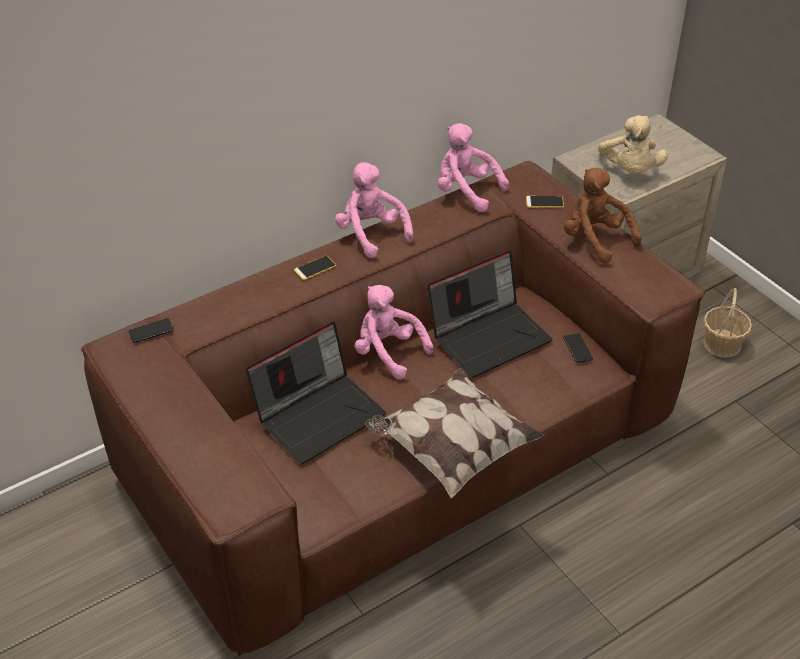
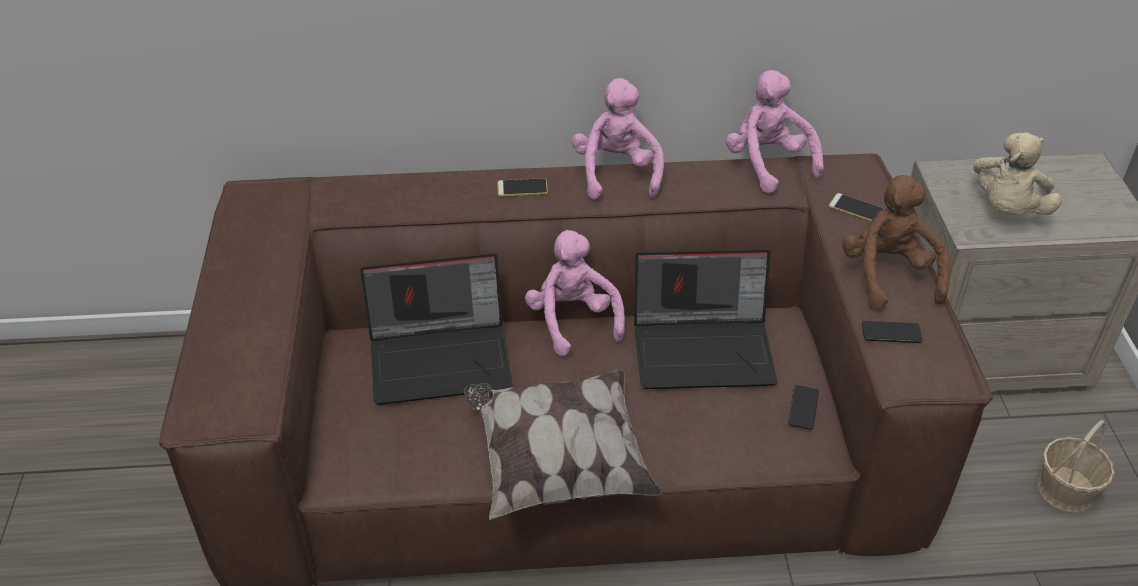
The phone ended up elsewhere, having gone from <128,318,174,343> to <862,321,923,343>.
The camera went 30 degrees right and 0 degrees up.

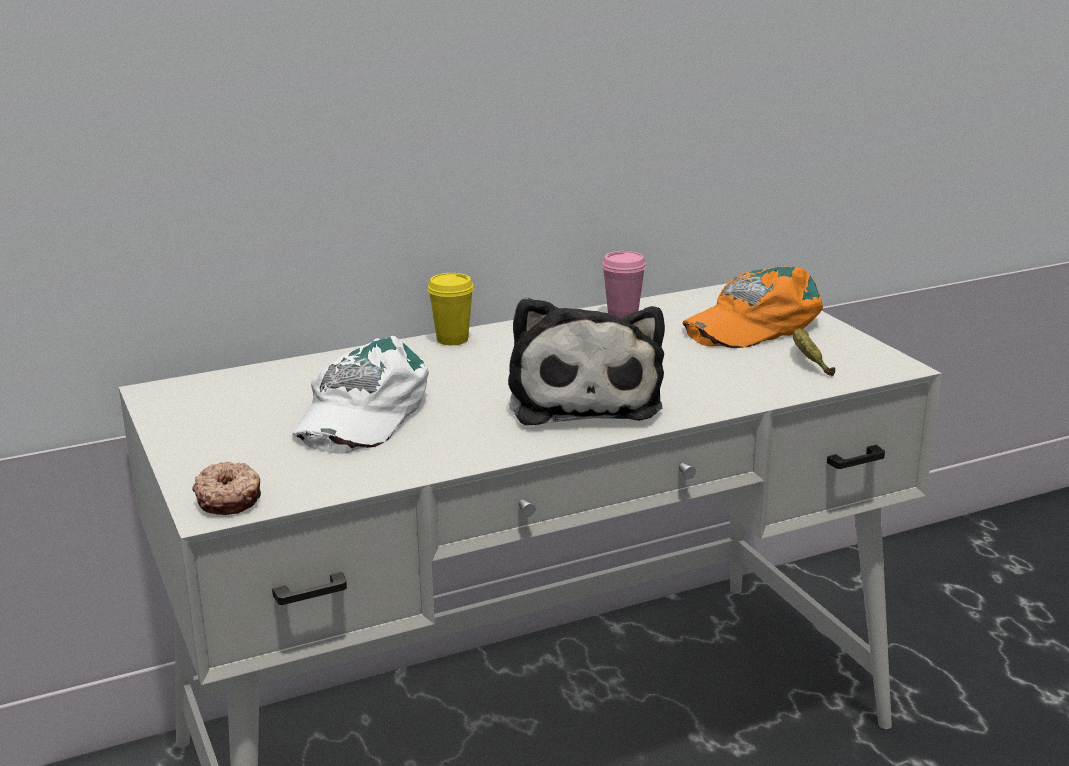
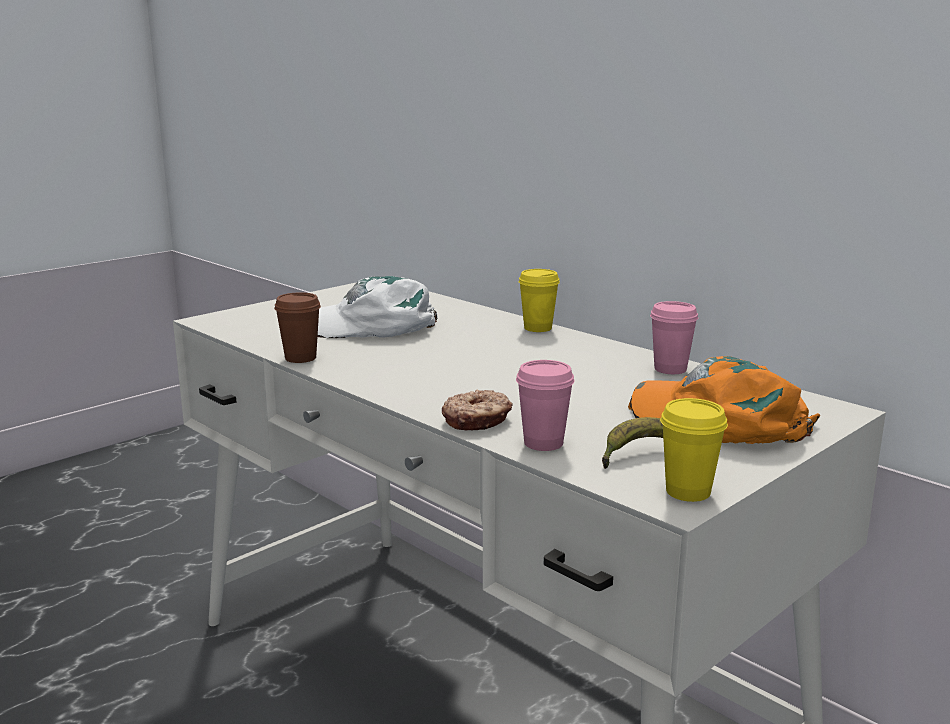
The second view lost the plush toy at <508,297,665,426>.
The donut ended up elsewhere, having gone from <192,462,261,515> to <442,390,513,431>.
The second view gained the cup (brown) at <274,292,321,363>.
The second view gained the cup (pink) at <516,360,575,451>.
The second view gained the cup (yellow) at <660,398,728,502>.
The camera went 70 degrees right and 5 degrees down.

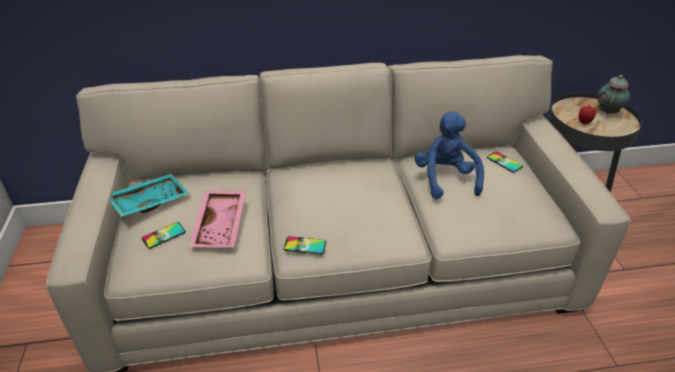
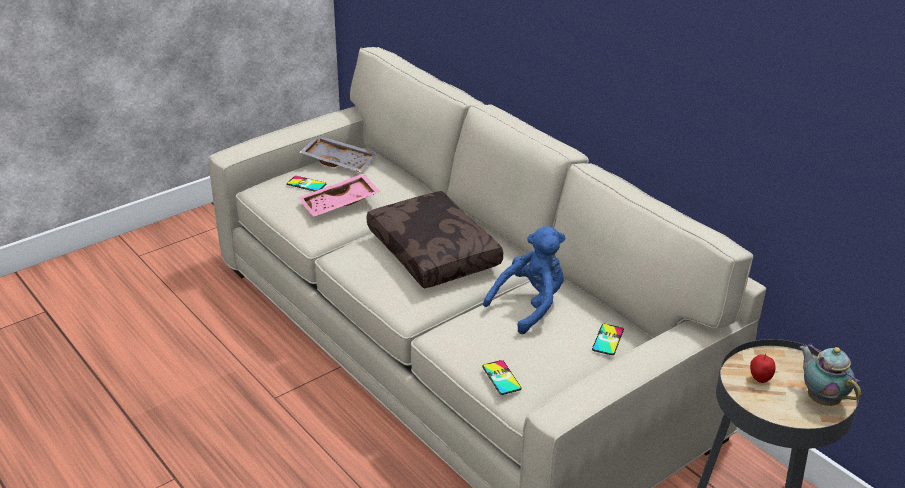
The teapot at <597,75,630,114> ended up facing another way, 120 degrees counterclockwise from before.
What was the tray (turquoise) at <110,174,190,217> turned into the tray (grey) at <299,137,377,172>.
The phone ended up elsewhere, having gone from <284,236,326,255> to <482,360,522,395>.
The second view gained the pillow (brown) at <366,191,503,288>.
The camera went 60 degrees right and 5 degrees down.

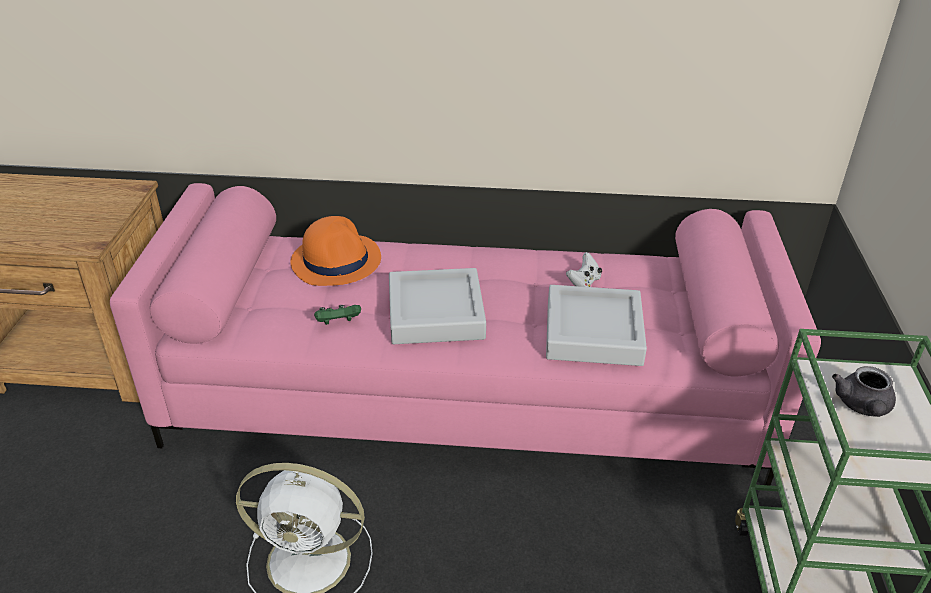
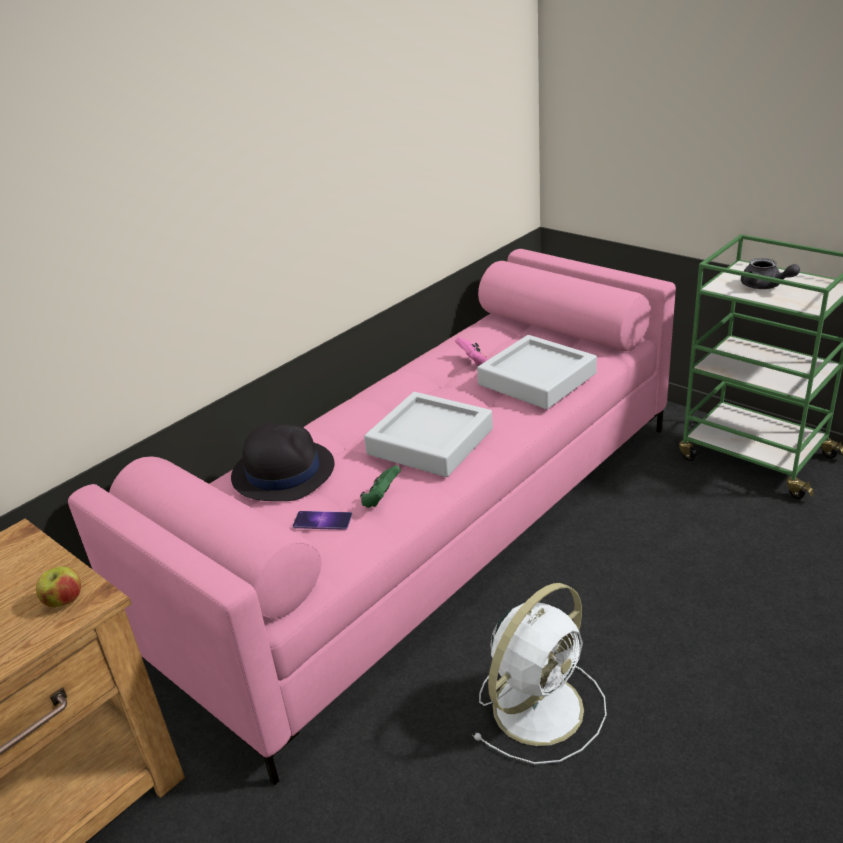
What was the hat (orange) at <290,216,381,286> turned into the hat (black) at <231,423,334,501>.
What was the game controller (white) at <566,252,602,287> turned into the game controller (pink) at <455,337,488,366>.
The second view gained the phone at <293,511,352,530>.
The second view gained the apple at <36,567,81,607>.
The camera went 50 degrees left and 5 degrees down.

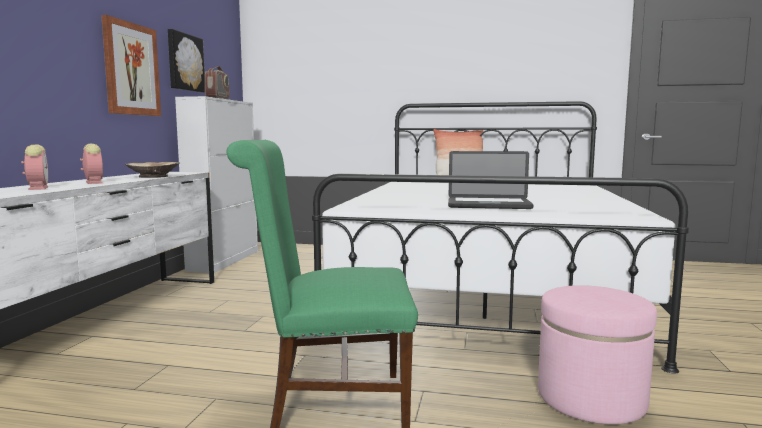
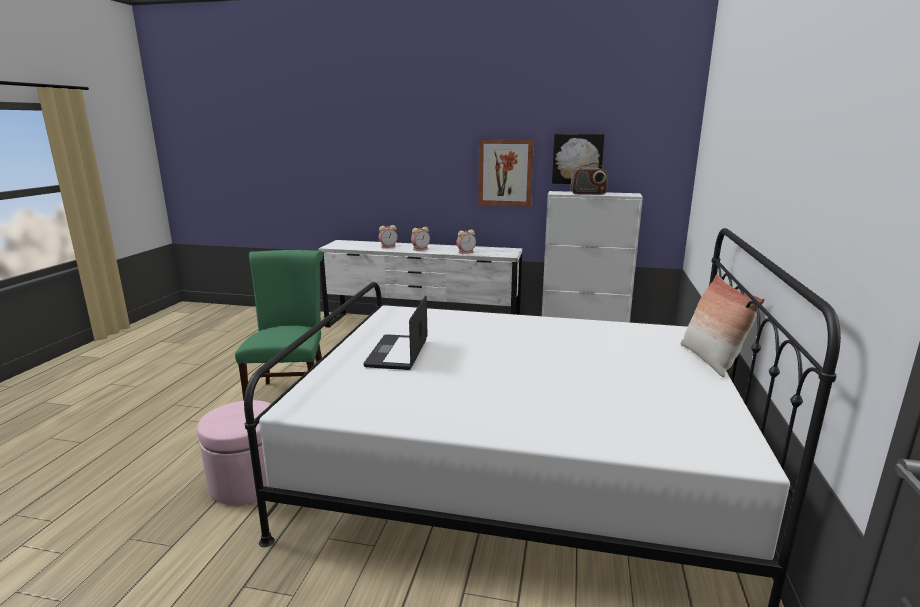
Where the bowl (beige) stood at <125,162,180,178>, the alarm clock came to stand at <457,230,476,254>.
The camera went 90 degrees right and 10 degrees up.

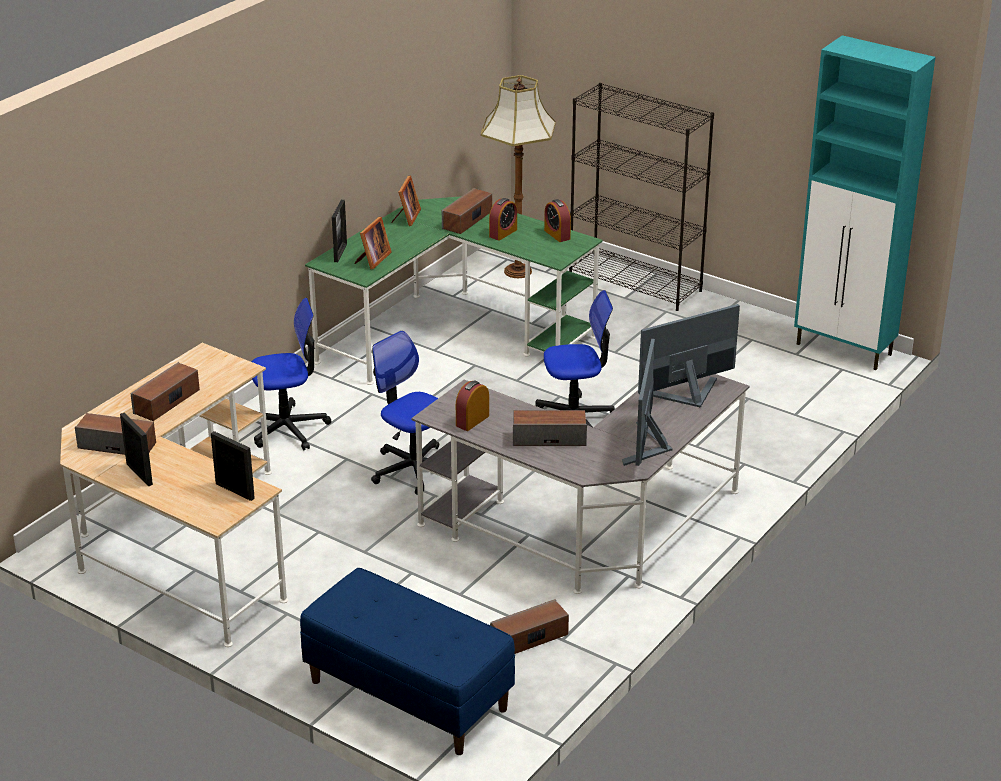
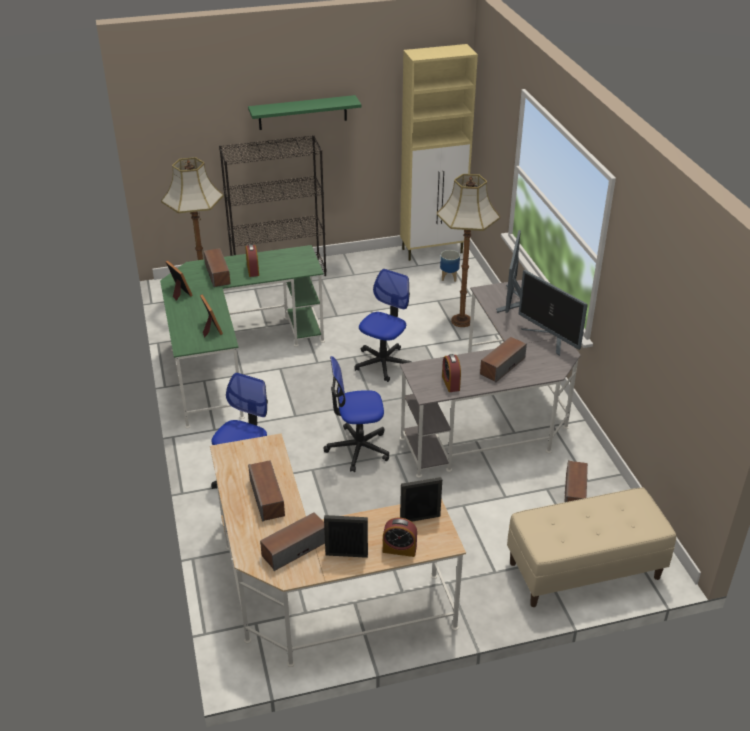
What was the cabinet (turquoise) at <794,35,935,370> turned into the cabinet (beige) at <400,44,478,261>.
The alarm clock ended up elsewhere, having gone from <544,199,571,242> to <383,518,417,557>.
The second view lost the picture frame at <332,200,347,262>.
What was the bench (blue) at <300,568,515,755> turned into the bench (beige) at <507,487,676,607>.
The second view gained the shelf (green) at <248,95,361,130>.
The second view gained the floor lamp at <437,174,500,327>.
The second view gained the planter at <440,250,460,282>.
The camera went 50 degrees left and 5 degrees up.

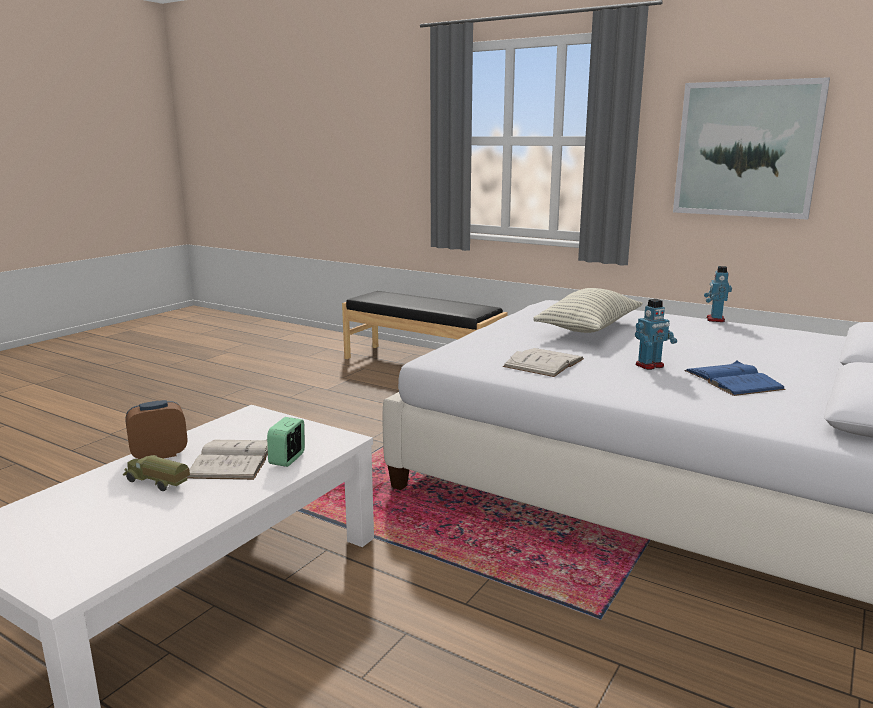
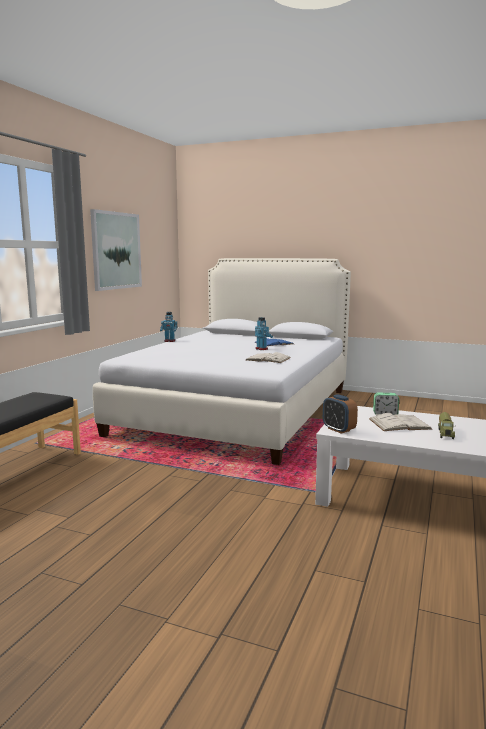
The second view lost the pillow at <534,288,643,333>.
The alarm clock ended up elsewhere, having gone from <125,400,187,459> to <323,394,358,434>.
The camera went 100 degrees left and 5 degrees down.

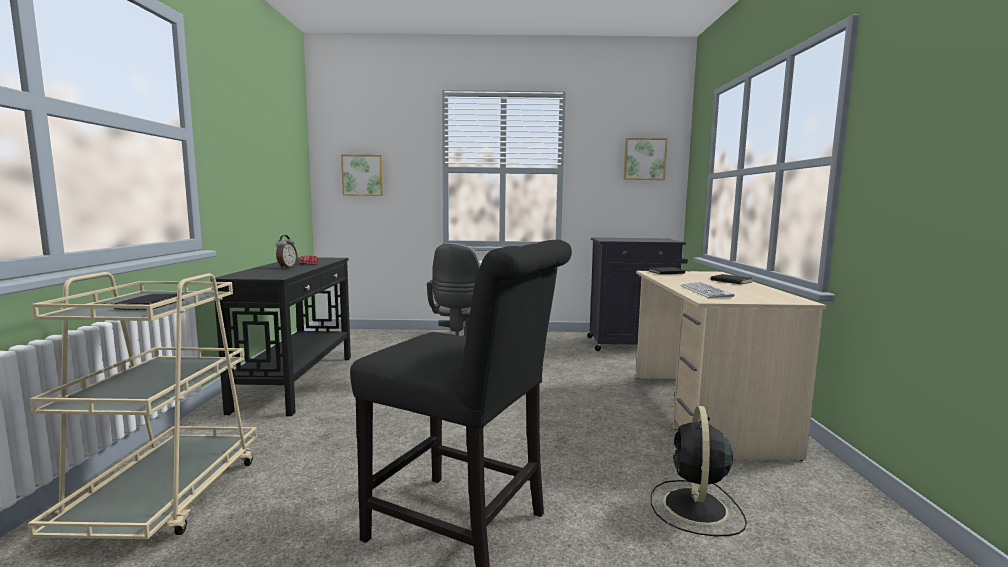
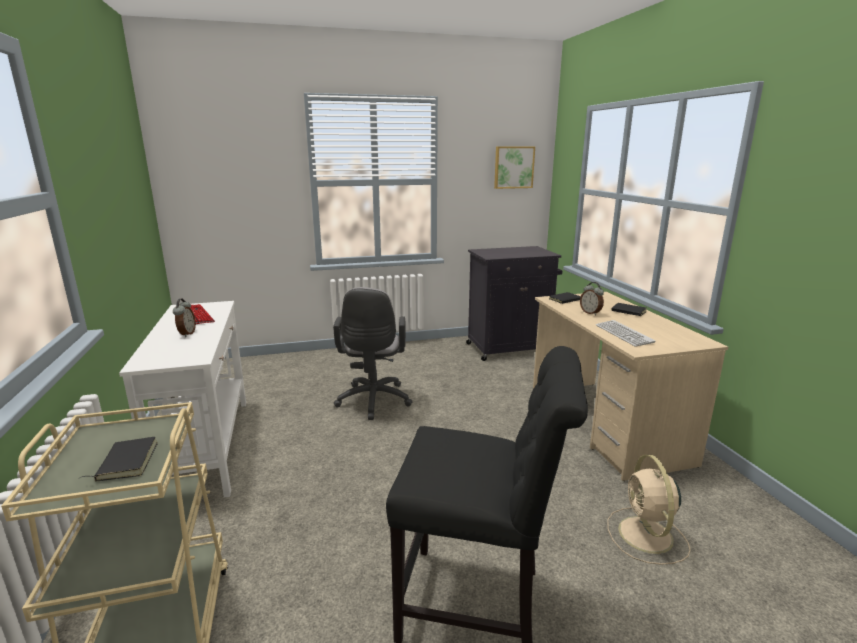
The second view lost the picture at <341,154,384,196>.
What was the console table (black) at <211,257,351,416> turned into the console table (white) at <119,301,246,498>.
What was the fan (black) at <651,406,747,536> turned into the fan (beige) at <607,455,690,565>.
The second view gained the alarm clock at <580,282,604,316>.
The camera went 15 degrees left and 10 degrees up.

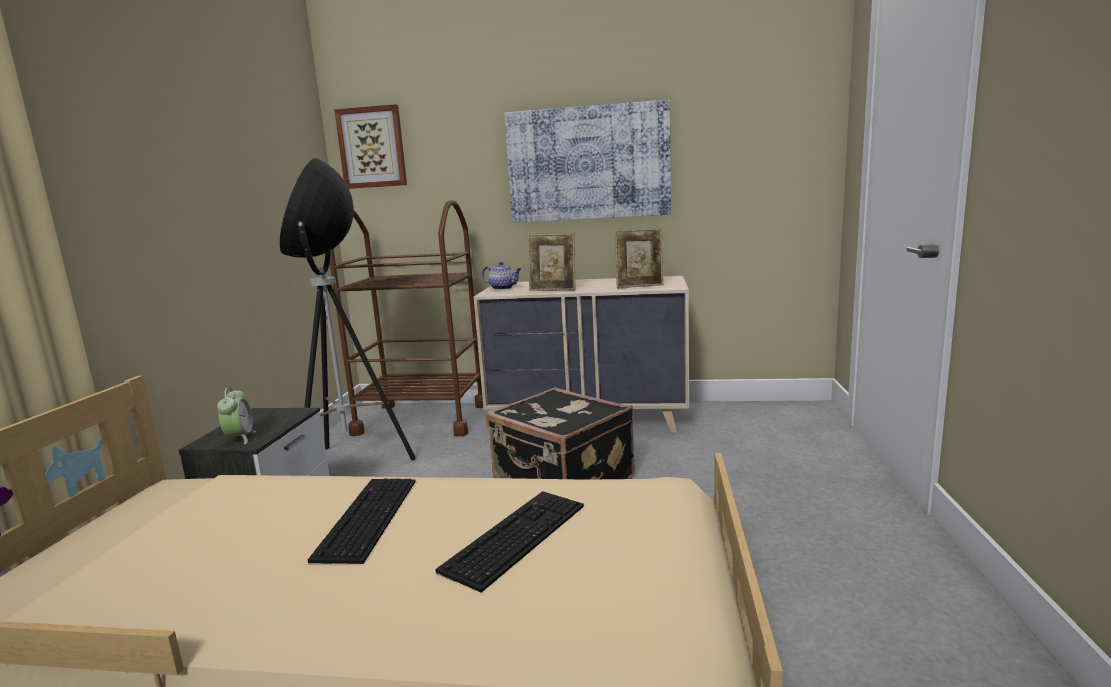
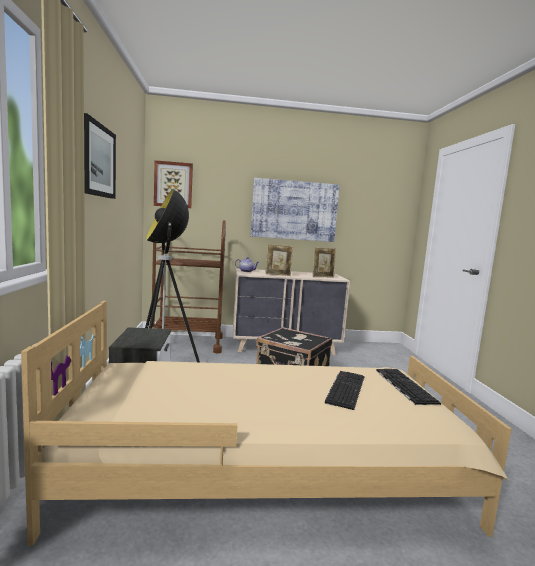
The second view lost the alarm clock at <217,387,256,445>.
The keyboard ended up elsewhere, having gone from <308,479,416,565> to <376,369,441,405>.
The second view gained the picture at <84,113,116,199>.
The camera went 15 degrees left and 5 degrees down.

